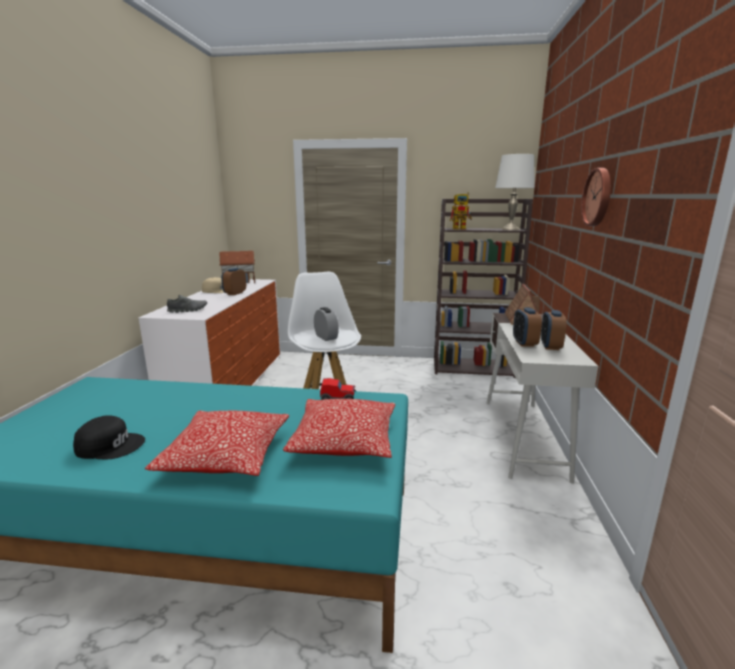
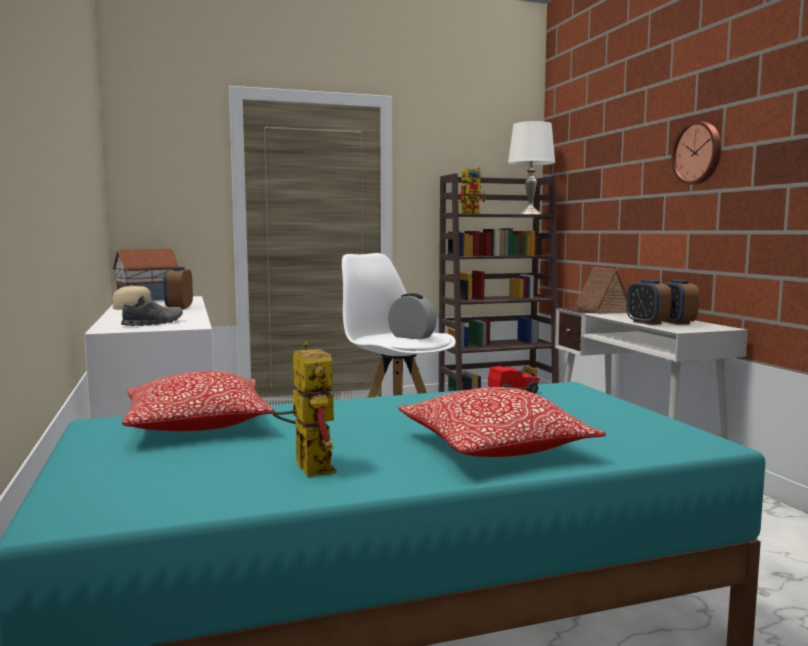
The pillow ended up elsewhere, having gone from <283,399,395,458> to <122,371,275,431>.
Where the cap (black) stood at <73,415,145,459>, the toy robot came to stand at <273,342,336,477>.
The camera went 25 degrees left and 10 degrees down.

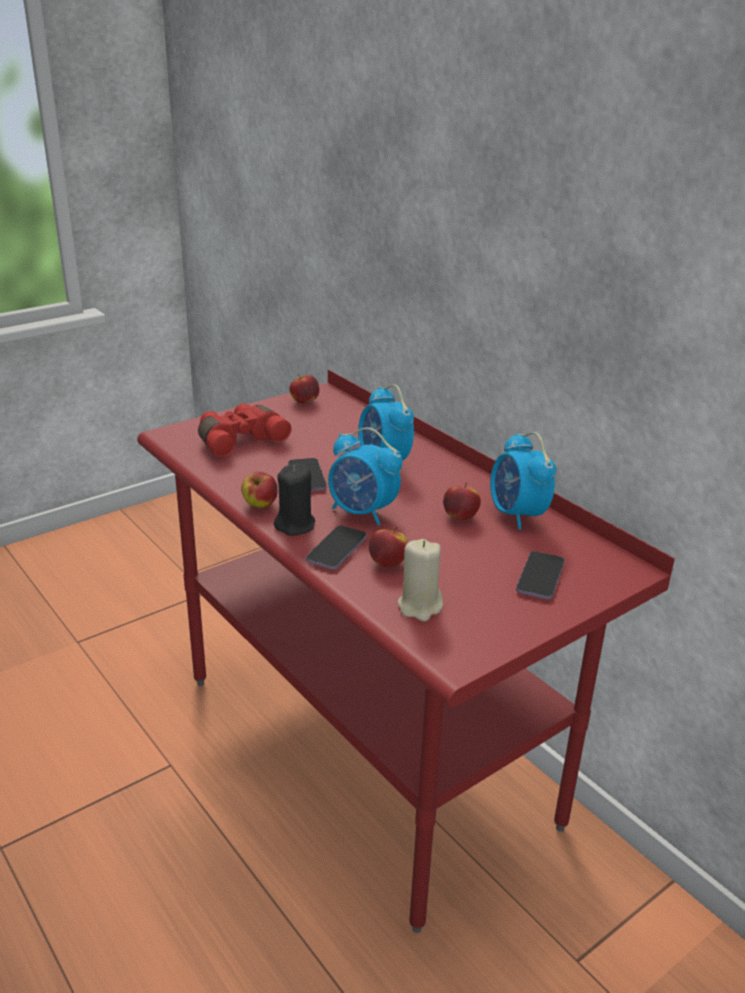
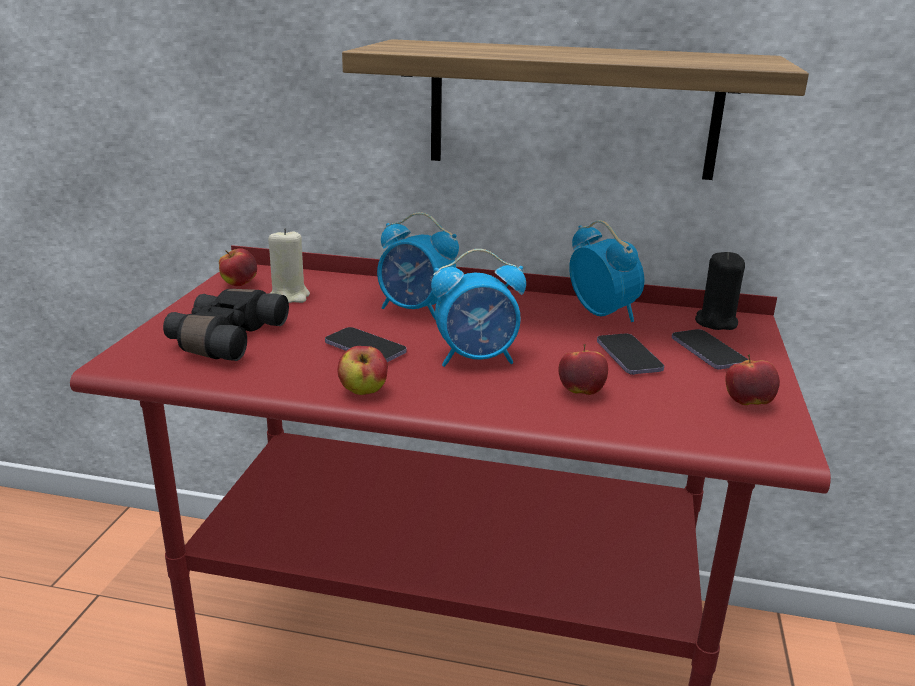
What was the binoculars (red) at <198,403,292,457> turned into the binoculars (black) at <163,289,289,361>.
The alarm clock at <490,432,556,530> ended up facing another way, 150 degrees counterclockwise from before.
The candle (black) ended up elsewhere, having gone from <274,463,315,536> to <695,252,745,330>.
The apple ended up elsewhere, having gone from <443,482,481,520> to <725,354,780,405>.
The phone ended up elsewhere, having gone from <306,526,367,570> to <597,334,664,375>.
The candle (beige) ended up elsewhere, having gone from <398,539,443,621> to <268,228,310,303>.
The second view gained the shelf at <342,39,809,180>.
The camera went 40 degrees left and 5 degrees down.

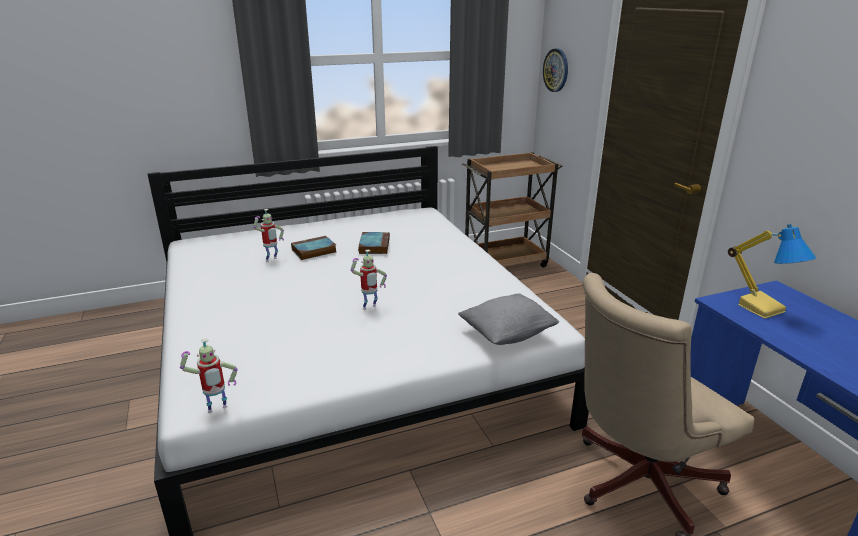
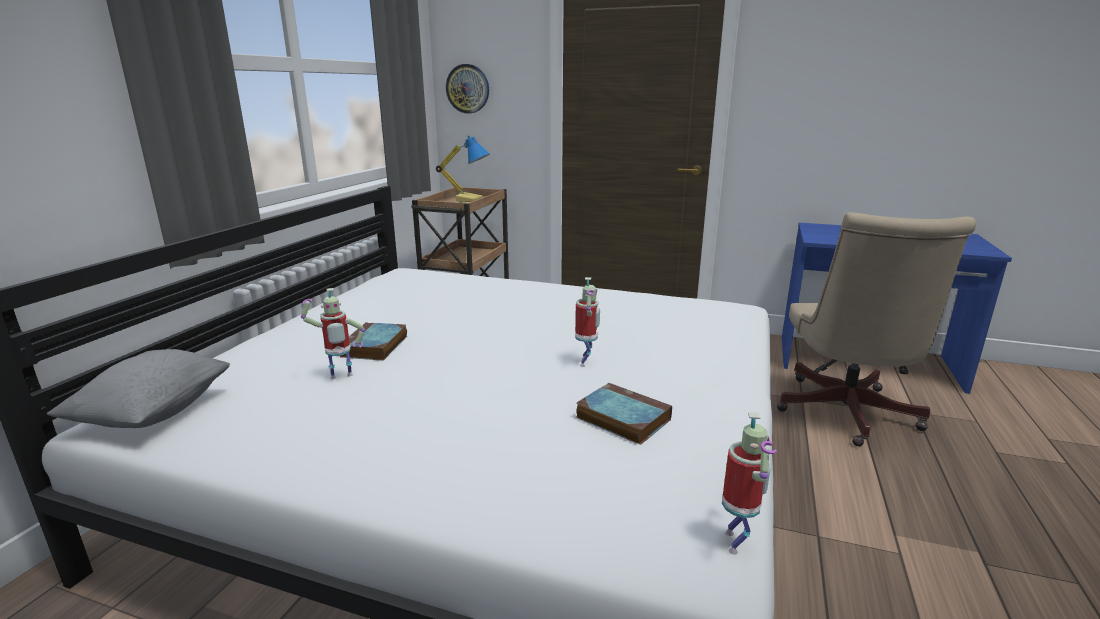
The toy robot at <254,209,284,262> ended up facing another way, 75 degrees clockwise from before.
The table lamp ended up elsewhere, having gone from <728,223,816,319> to <436,135,490,203>.
The book ended up elsewhere, having gone from <358,232,390,254> to <576,383,672,445>.
The pillow (grey) ended up elsewhere, having gone from <458,294,559,345> to <47,349,230,428>.
The camera went 50 degrees left and 5 degrees down.

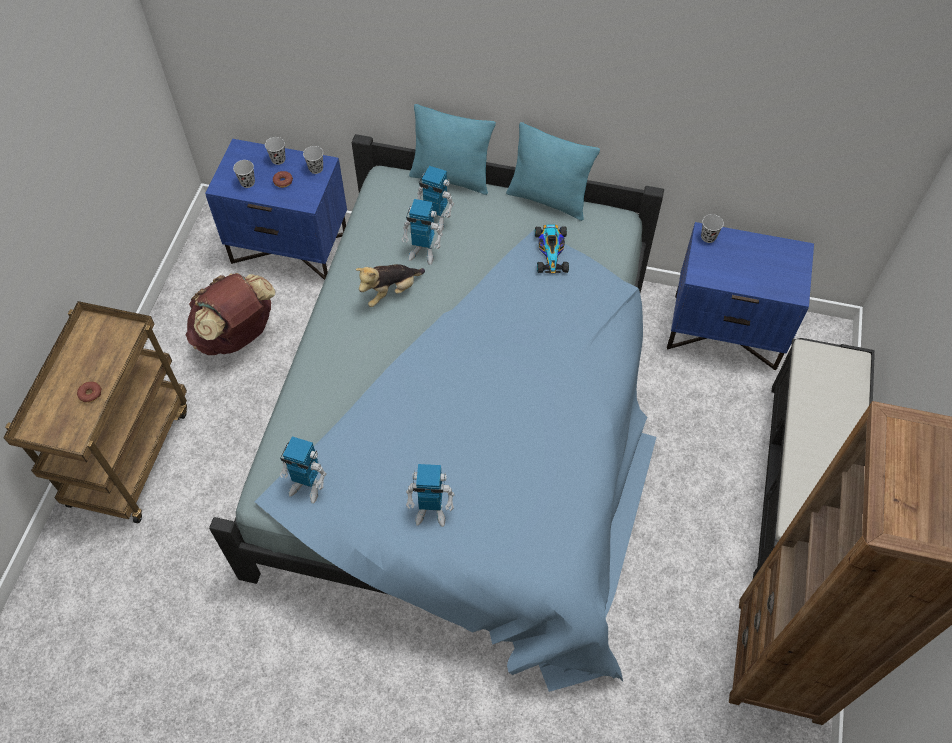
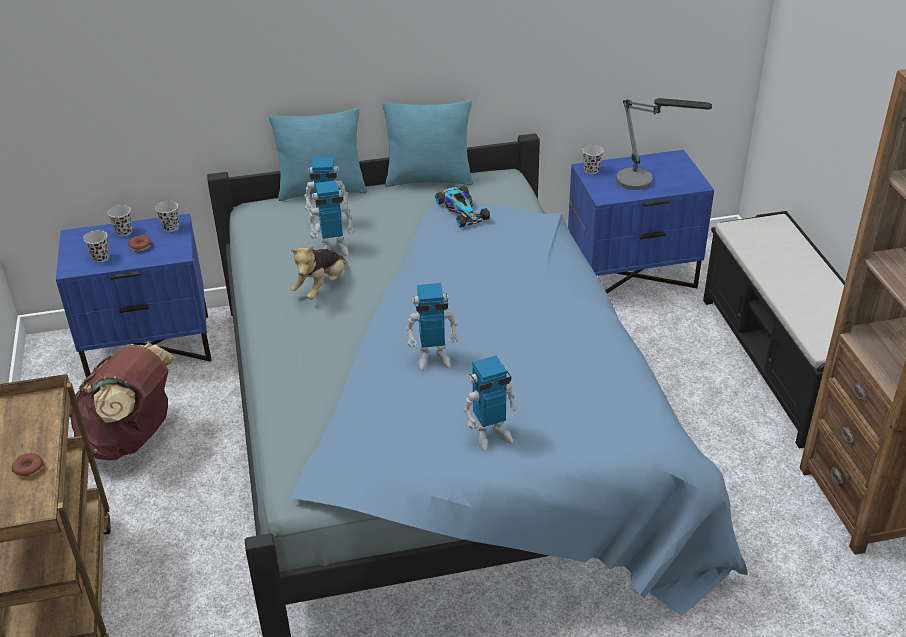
The toy robot ended up elsewhere, having gone from <280,436,327,504> to <406,283,458,371>.
The second view gained the table lamp at <616,98,712,190>.
The camera went 25 degrees left and 20 degrees down.

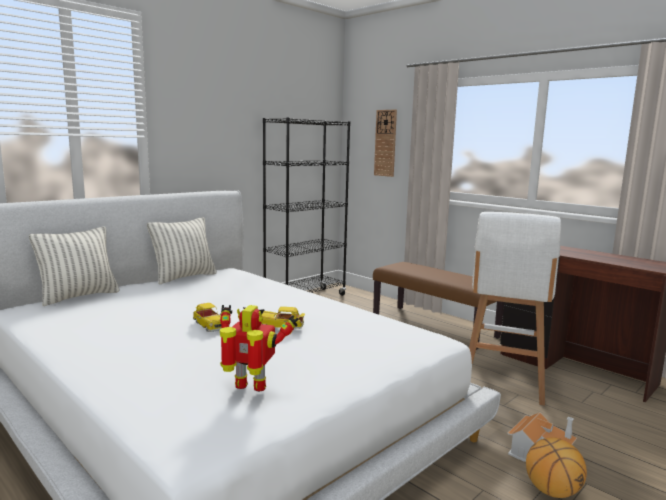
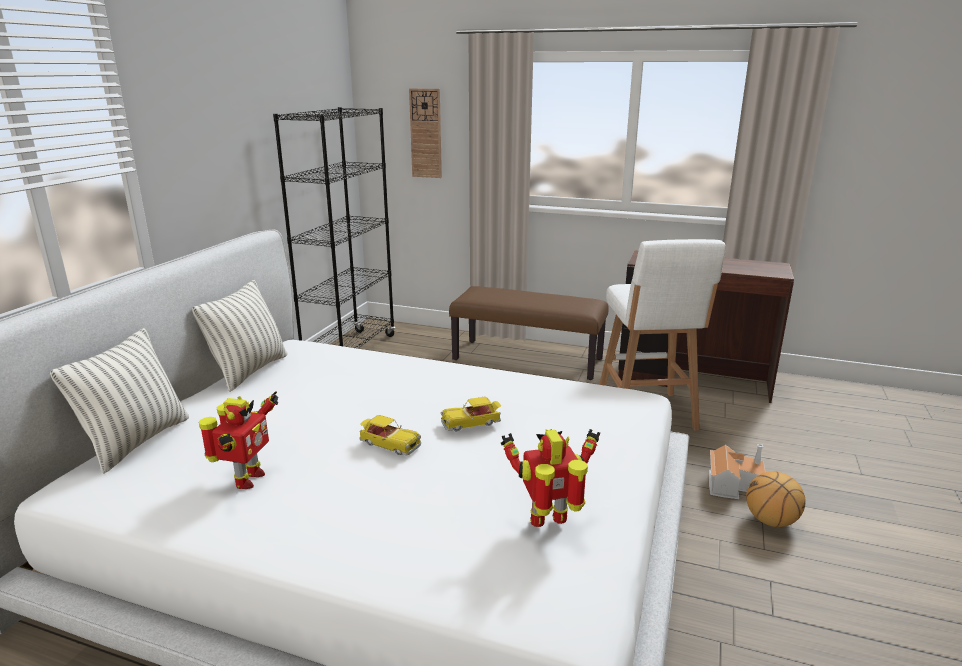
The second view gained the toy robot at <199,391,278,489>.
The camera went 25 degrees left and 10 degrees up.

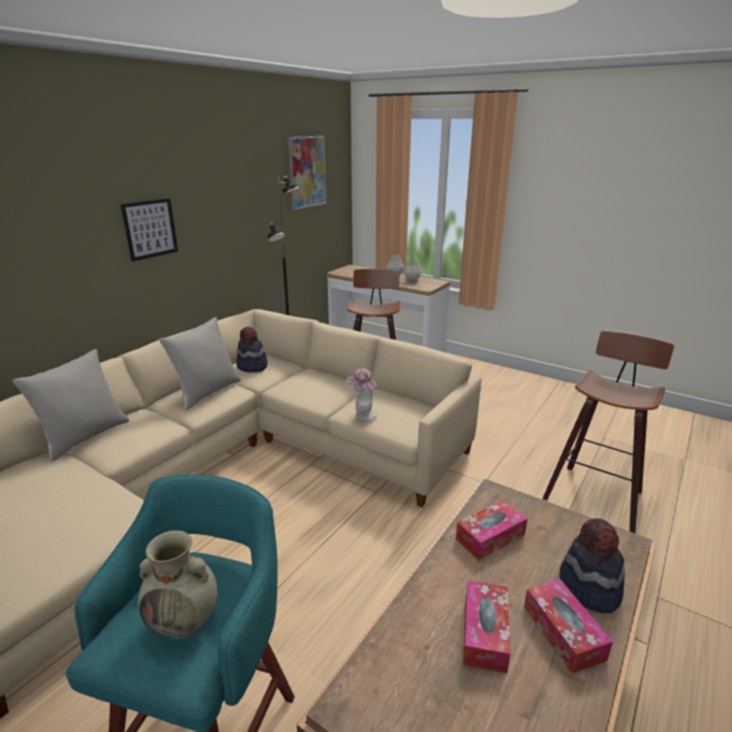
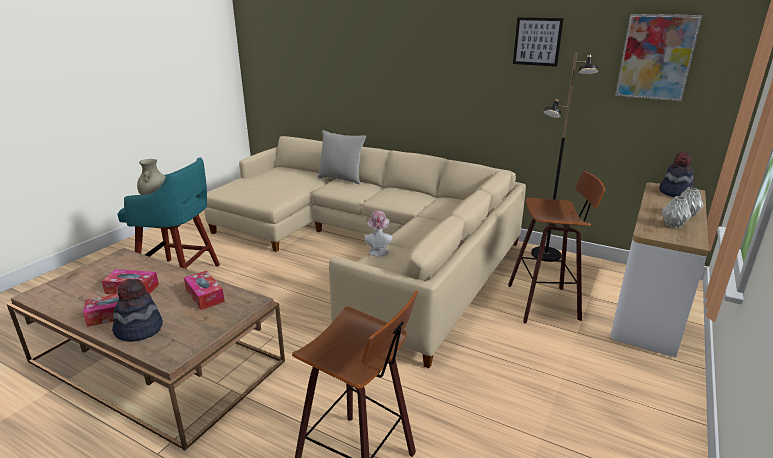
The picture ended up elsewhere, having gone from <120,198,178,262> to <513,17,564,67>.
The second view lost the pillow (grey) at <159,317,241,410>.
The hat ended up elsewhere, having gone from <236,327,268,372> to <659,152,694,197>.
The camera went 85 degrees right and 0 degrees up.

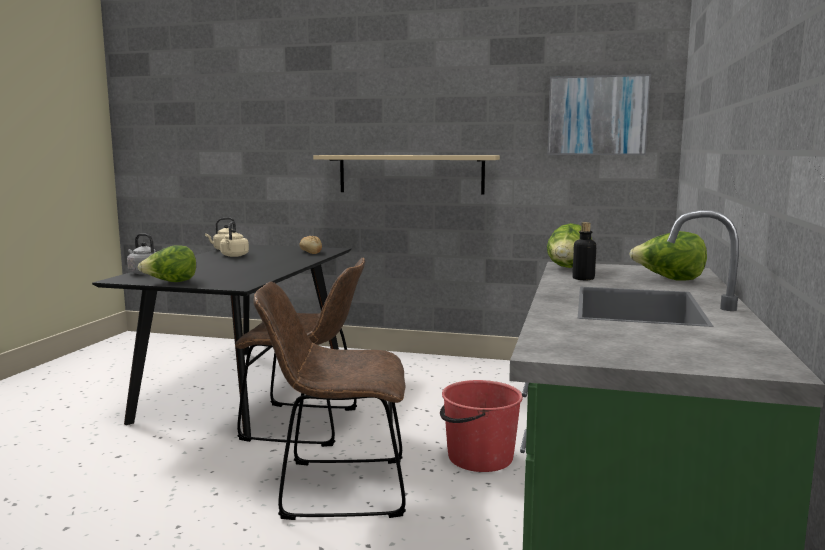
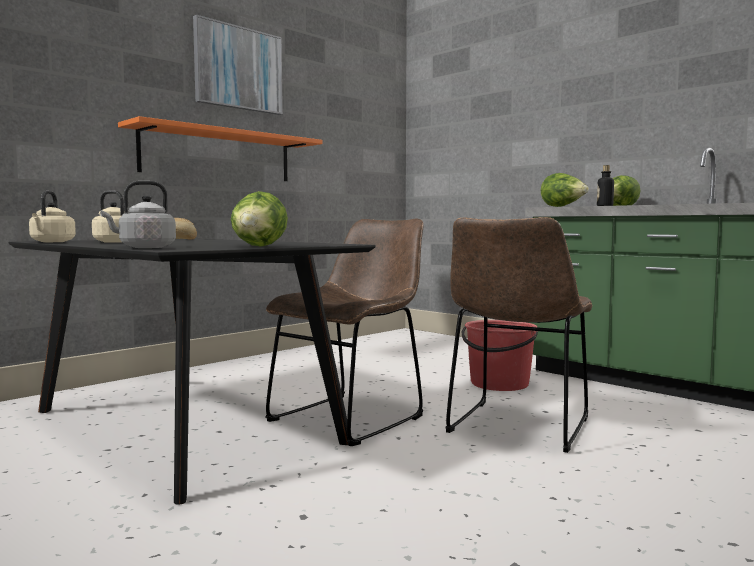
The picture ended up elsewhere, having gone from <547,74,651,155> to <193,15,283,115>.
What was the shelf (beige) at <313,155,500,195> turned into the shelf (orange) at <118,116,322,181>.
The camera went 60 degrees left and 5 degrees down.

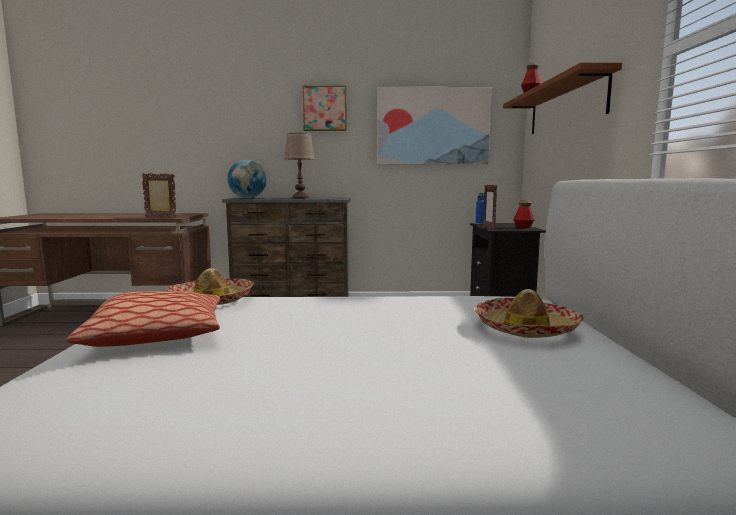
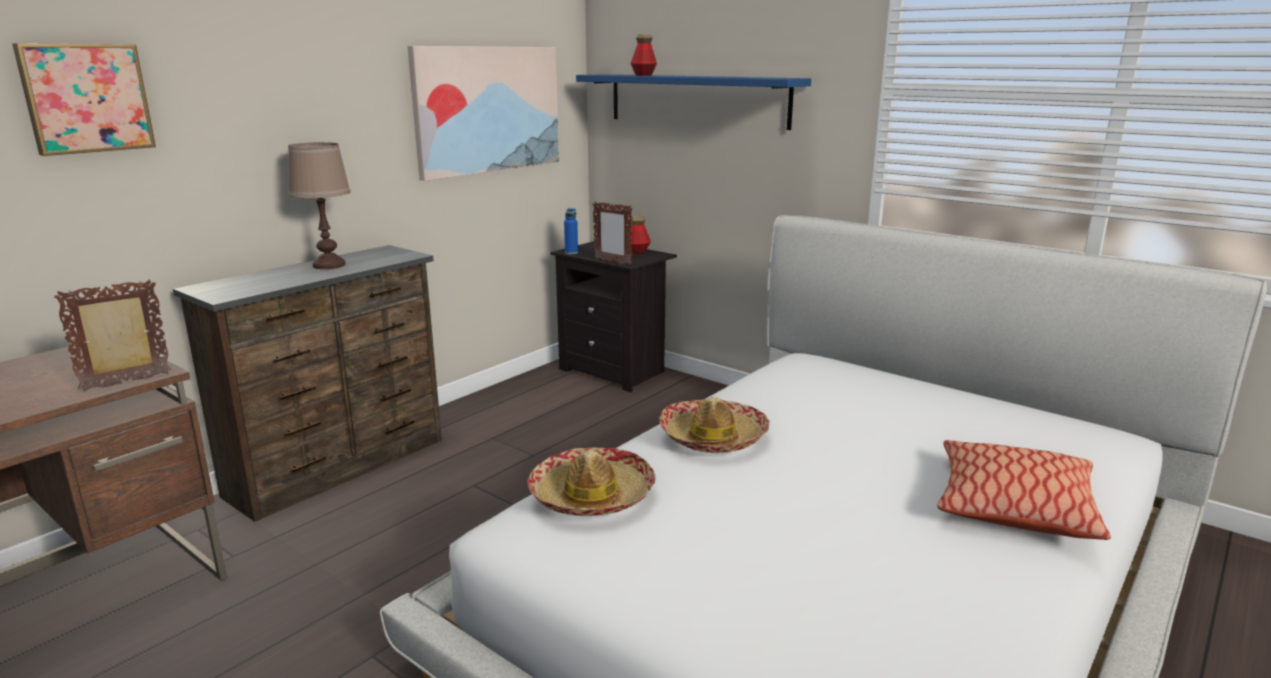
What was the shelf (brown) at <503,62,622,134> turned into the shelf (blue) at <576,74,811,130>.
The picture ended up elsewhere, having gone from <302,85,347,131> to <12,43,156,156>.
The second view lost the globe at <227,160,267,198>.
The hat ended up elsewhere, having gone from <475,289,584,338> to <659,397,770,453>.
The pillow ended up elsewhere, having gone from <66,291,220,347> to <937,440,1111,540>.
The camera went 50 degrees left and 10 degrees up.

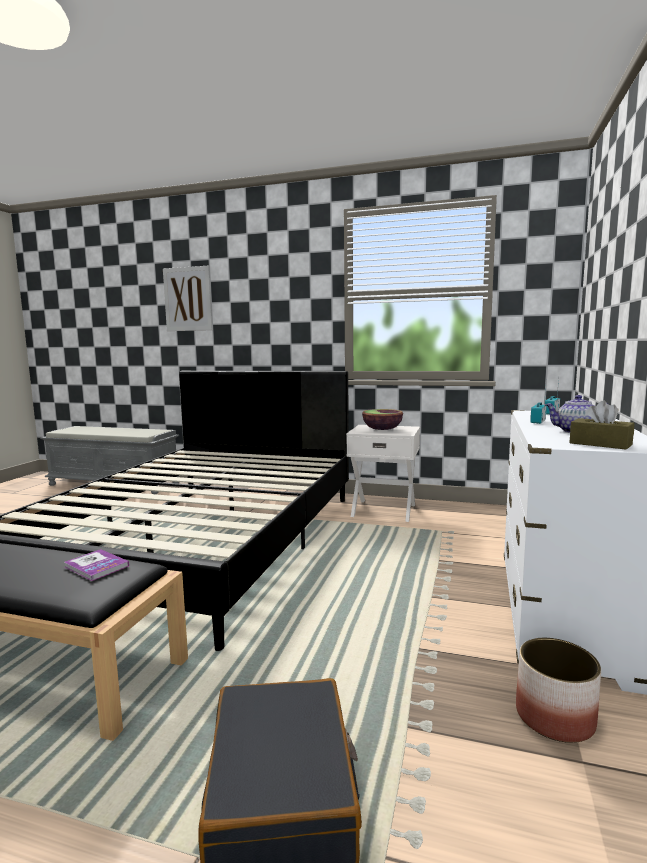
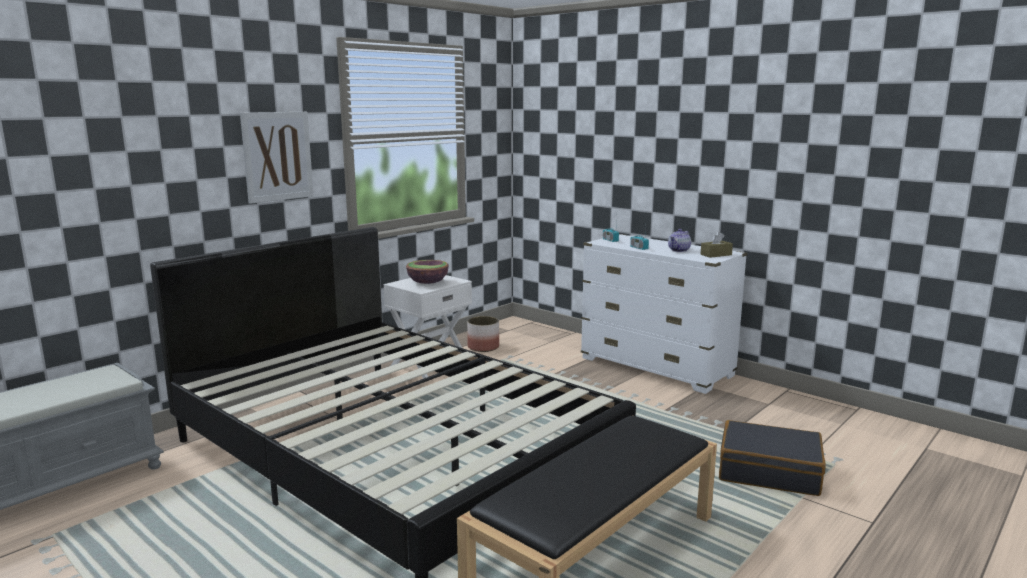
The picture ended up elsewhere, having gone from <163,266,213,331> to <240,112,314,204>.
The second view lost the book at <65,549,129,581>.
The planter ended up elsewhere, having gone from <516,638,601,743> to <467,316,499,352>.
The camera went 65 degrees left and 5 degrees up.

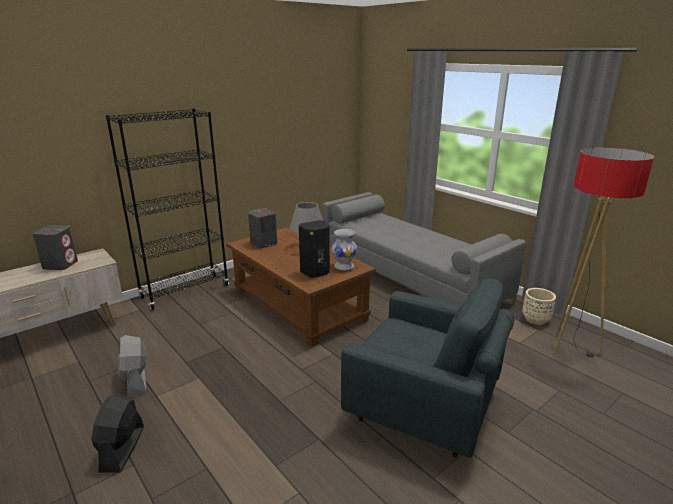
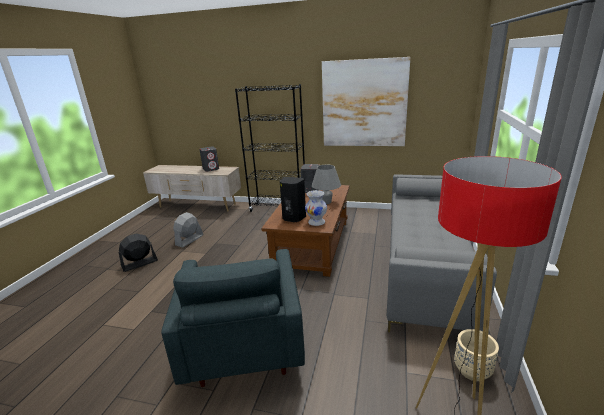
The second view gained the picture at <322,57,410,146>.
The camera went 55 degrees right and 0 degrees up.

